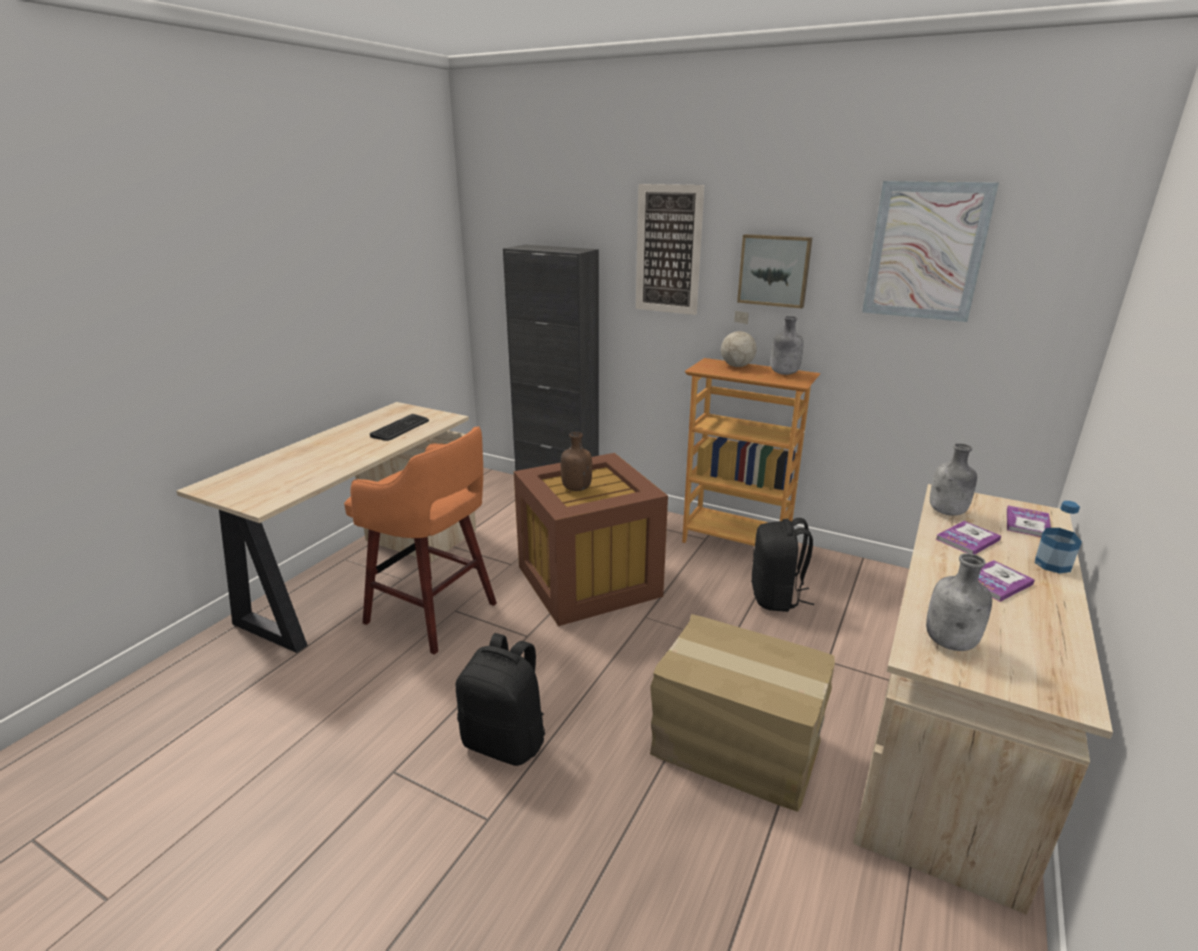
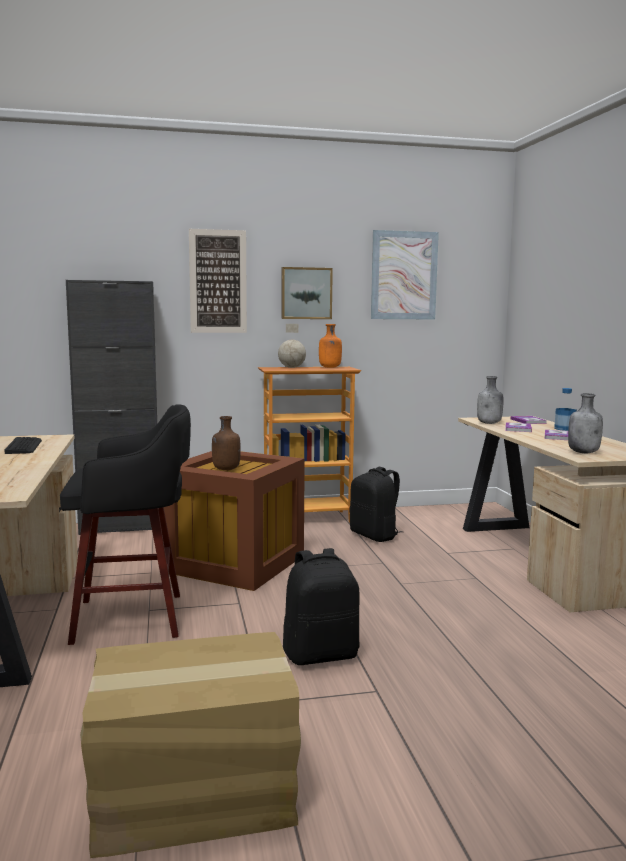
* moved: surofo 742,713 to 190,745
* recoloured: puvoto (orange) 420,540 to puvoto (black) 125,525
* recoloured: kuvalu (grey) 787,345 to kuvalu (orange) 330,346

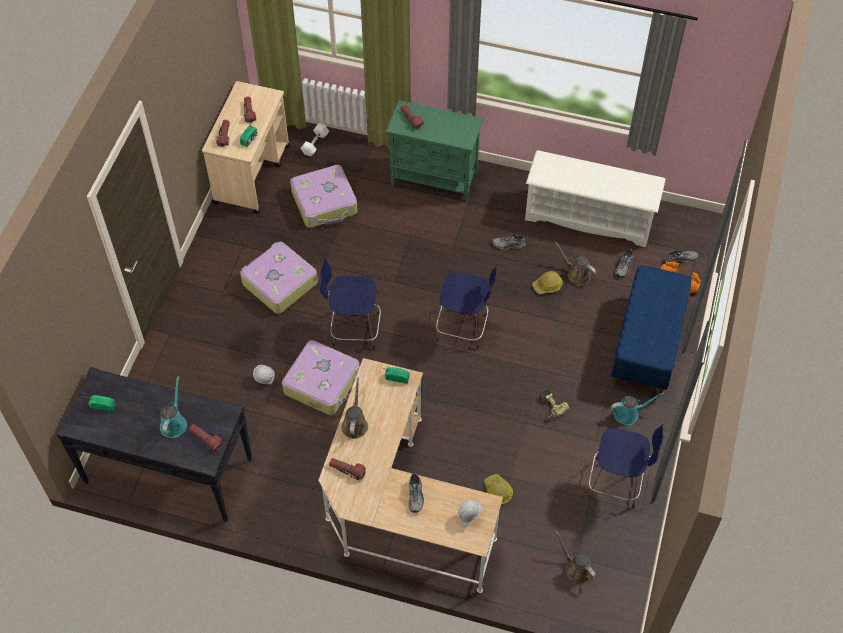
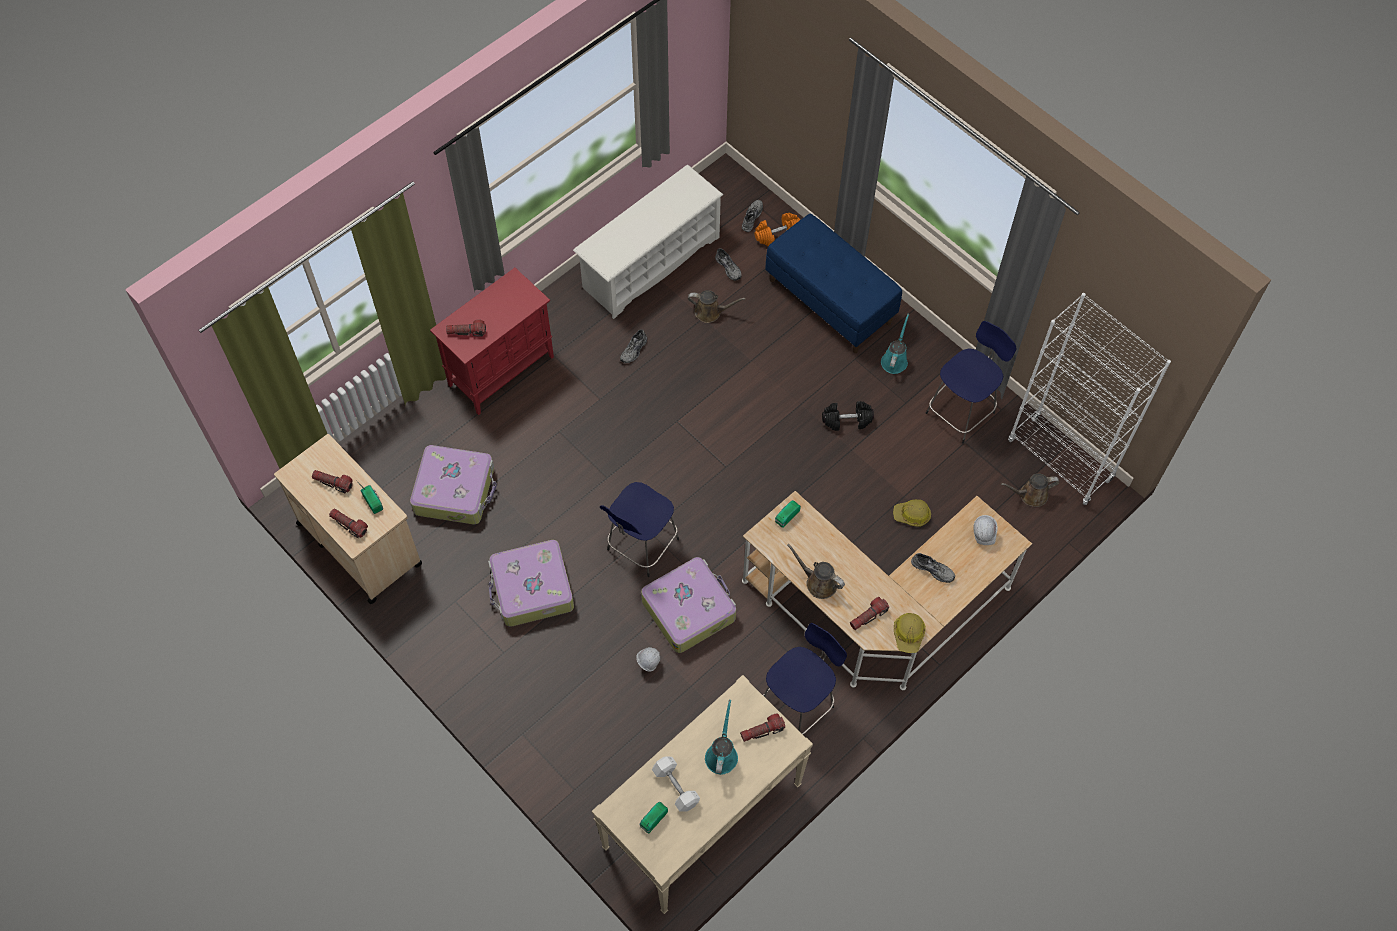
* added: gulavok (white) 1089,399
* moved: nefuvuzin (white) 314,140 to 676,784
* moved: puvoto (blue) 466,306 to 805,678
* moved: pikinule 547,282 to 910,633
* replaced: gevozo 554,405 to nefuvuzin (black) 848,416
* recoloured: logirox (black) 155,444 to logirox (beige) 702,794
* recoloured: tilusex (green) 434,151 to tilusex (red) 492,341
* turned: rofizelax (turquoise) 173,407 = 721,737 60 degrees clockwise
* turned: rofizelax (brown) 575,263 = 717,306 150 degrees counterclockwise

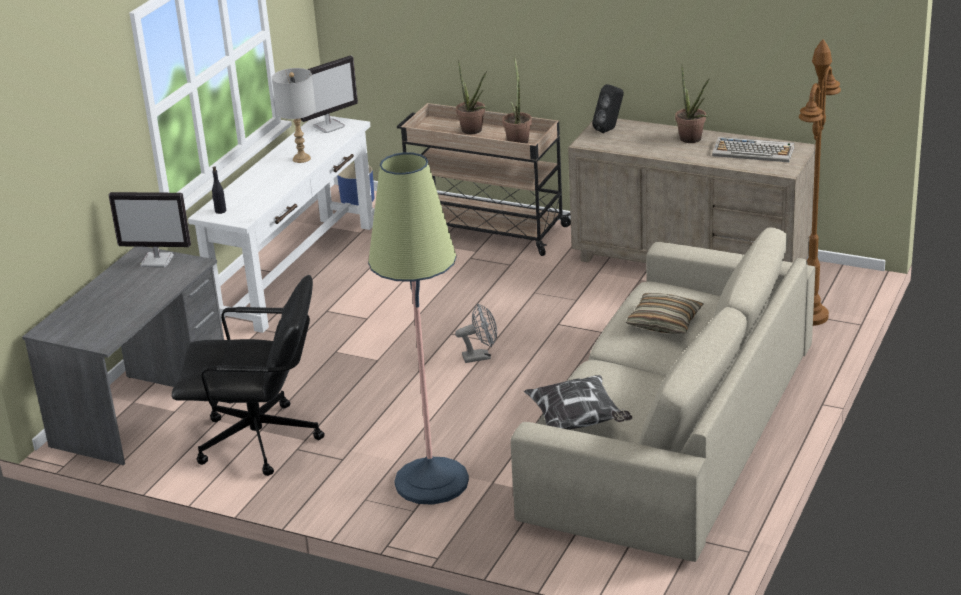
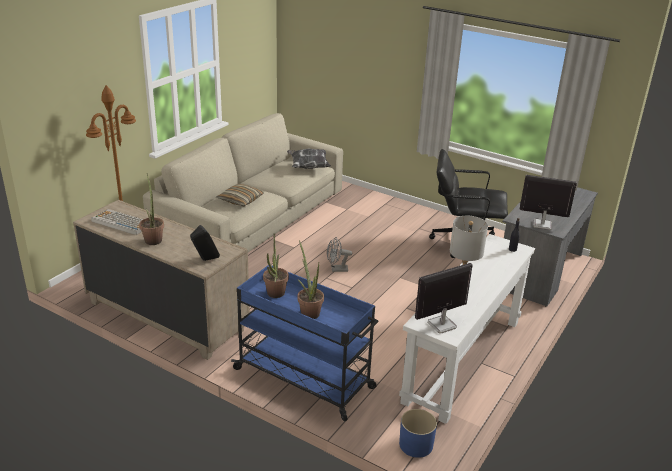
* removed: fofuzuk 418,328
* recoloured: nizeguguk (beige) 484,179 to nizeguguk (blue) 304,343

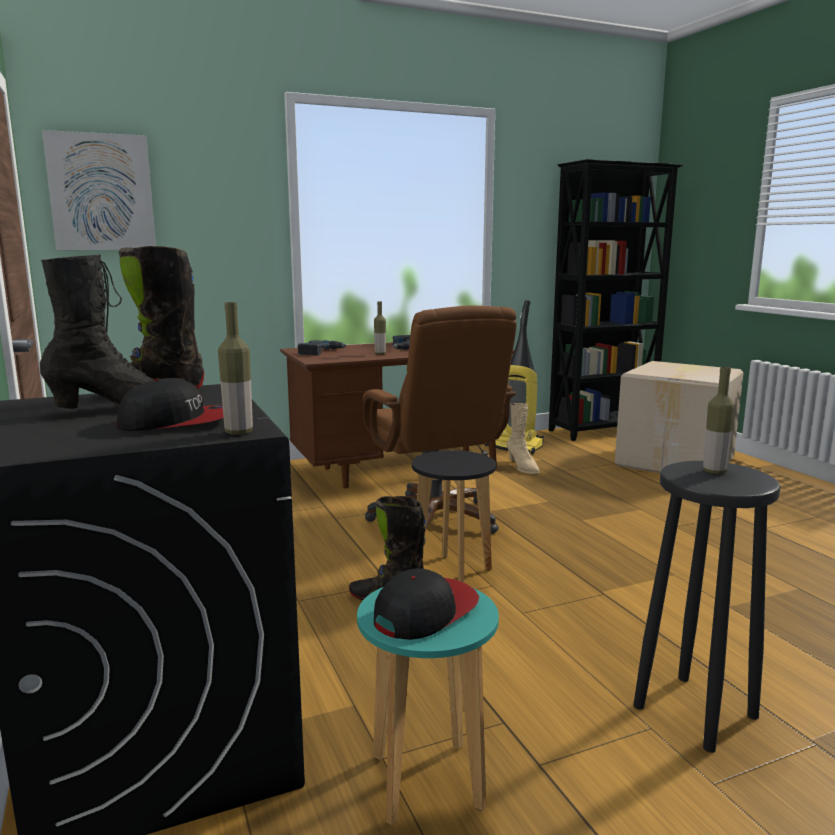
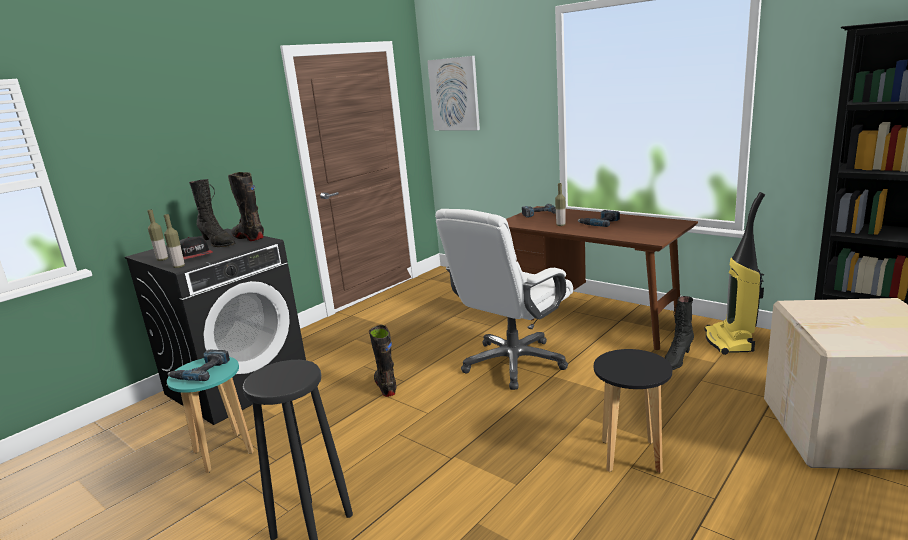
* moved: puvoto (black) 454,516 to 633,411
* moved: kuvalu 719,420 to 157,235
* replaced: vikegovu 426,604 to gevozo 199,365
* recoloured: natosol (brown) 440,425 to natosol (white) 504,299
* recoloured: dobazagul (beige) 523,438 to dobazagul (black) 679,333

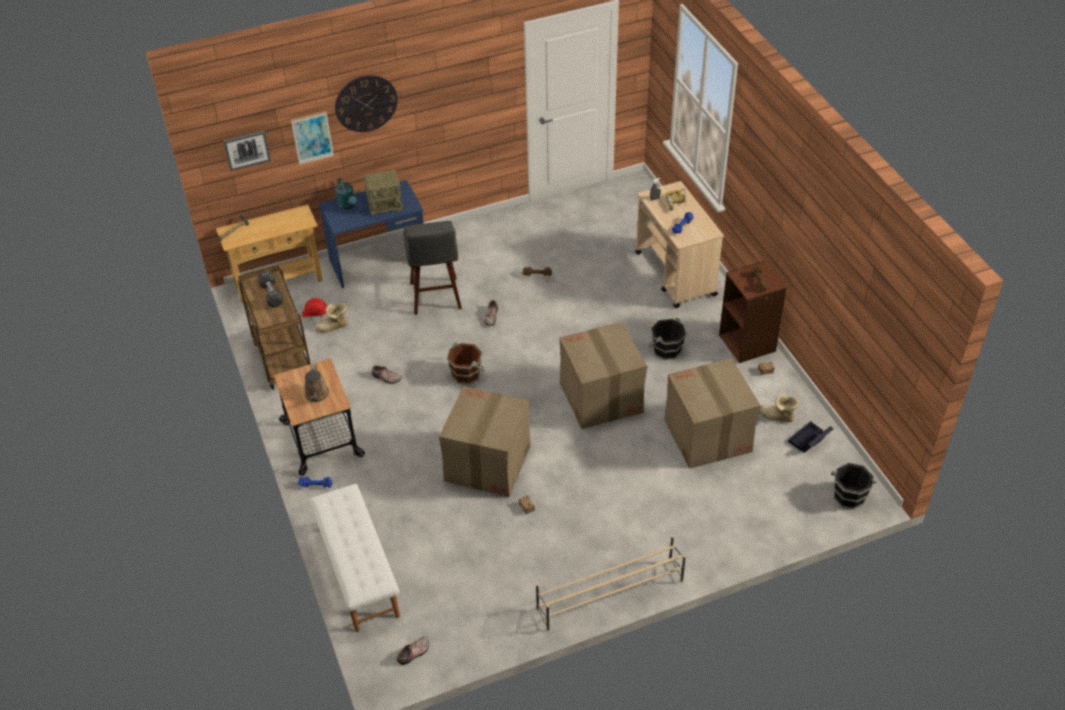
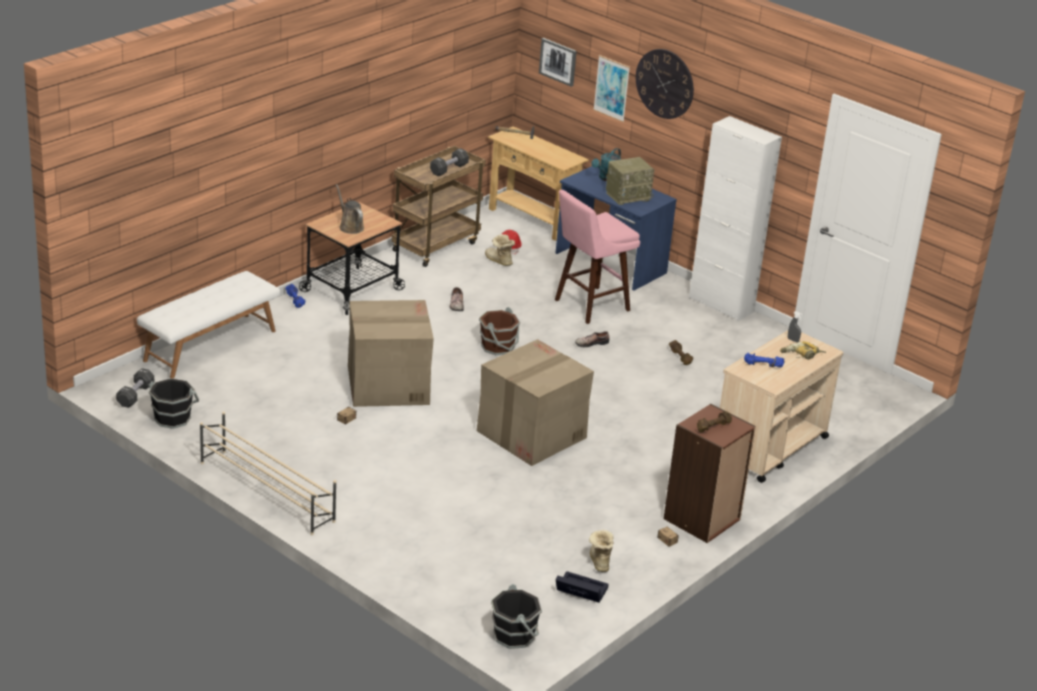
* removed: surofo 712,413
* added: tilusex (white) 735,218
* moved: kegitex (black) 668,339 to 174,403
* replaced: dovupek 413,650 to nefuvuzin (black) 135,388
* recoloured: puvoto (grey) 432,268 to puvoto (pink) 597,257
* turned: rofizelax (brown) 316,383 = 350,209 90 degrees clockwise
* turned: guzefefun 384,192 = 630,181 75 degrees counterclockwise

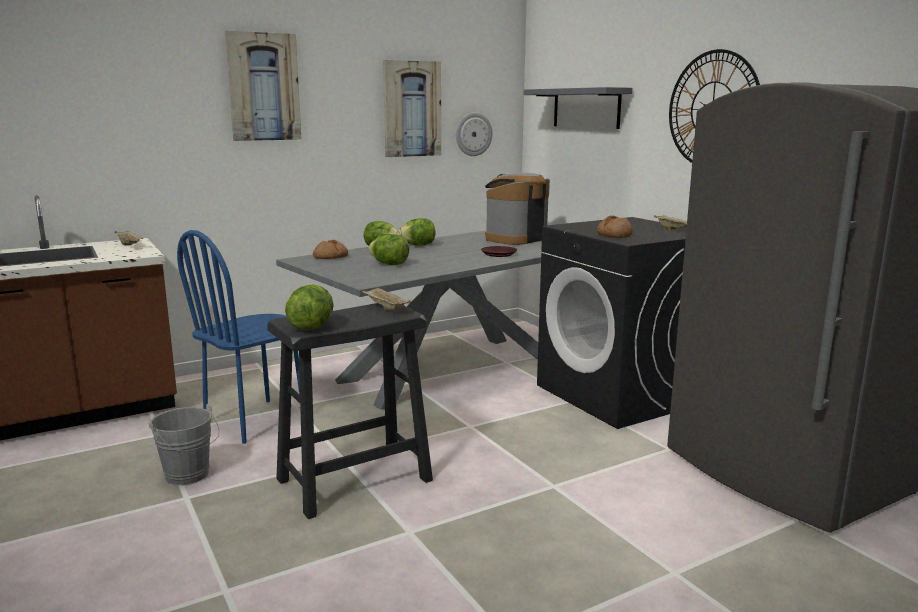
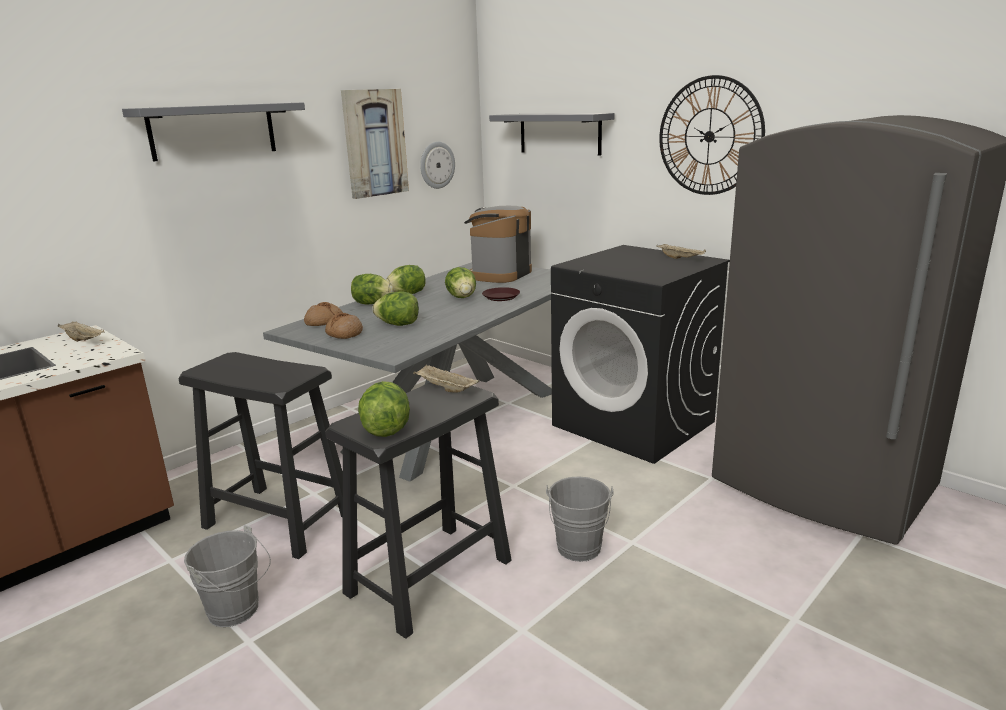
* added: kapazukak 460,282
* added: kegitex (grey) 580,519
* moved: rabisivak 615,226 to 344,326
* replaced: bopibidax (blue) 238,337 to puvoto (black) 260,455
* replaced: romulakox 263,85 to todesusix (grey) 213,131

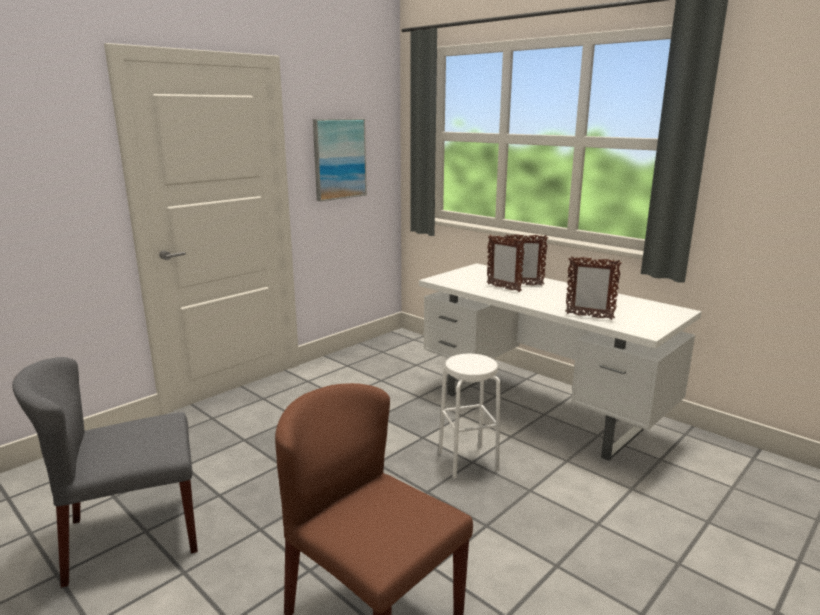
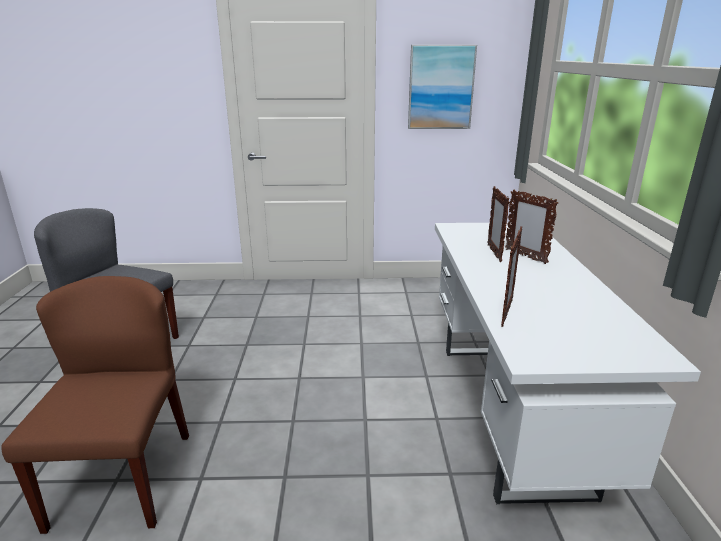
* removed: puvoto (white) 469,416
* turned: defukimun 593,288 = 511,276 135 degrees counterclockwise

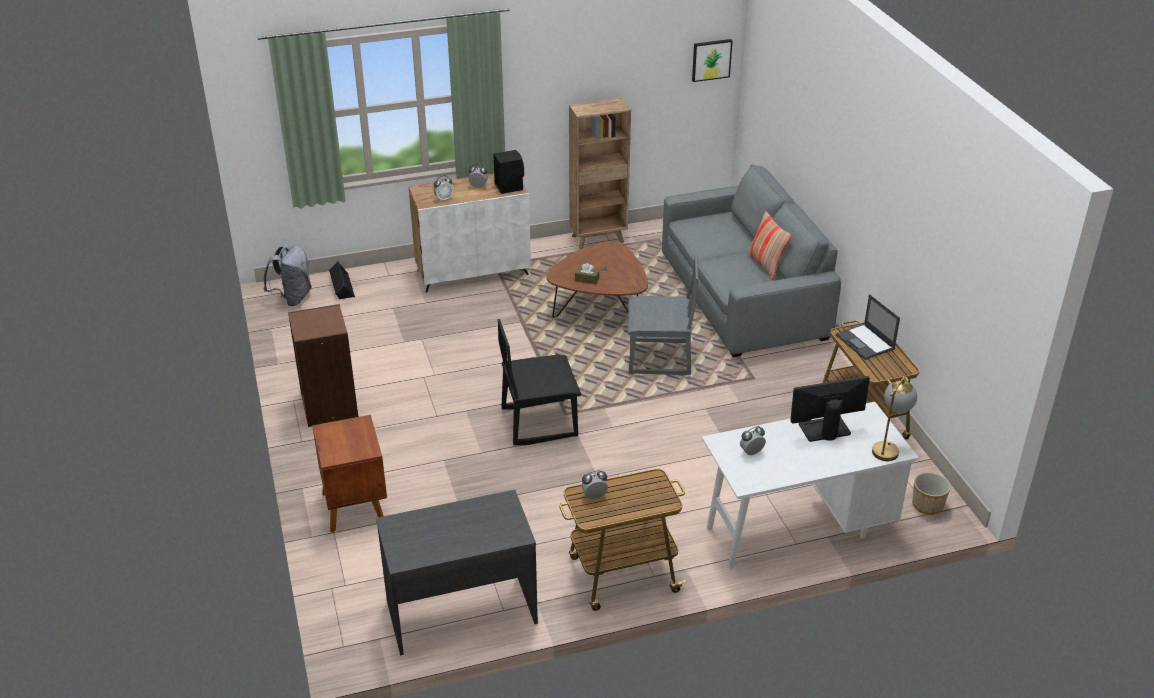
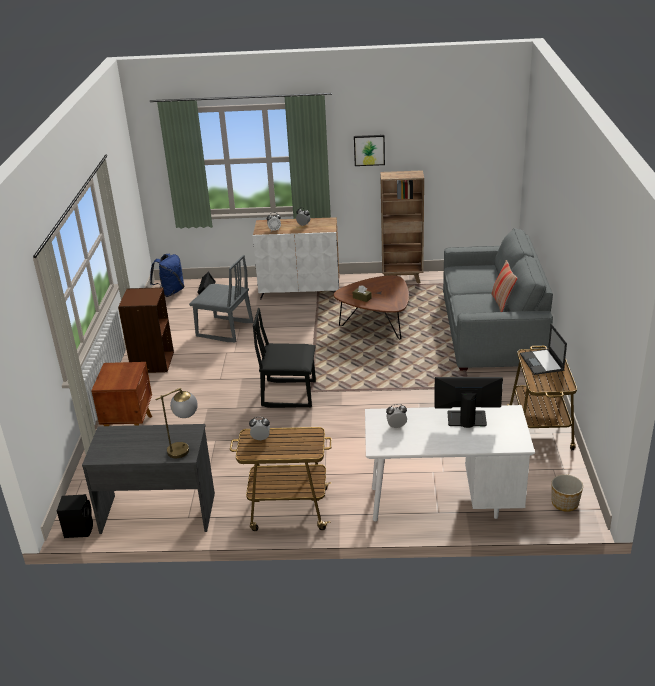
* moved: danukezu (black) 508,172 to 75,516
* moved: bopibidax (grey) 663,315 to 221,298
* moved: romulakox 712,60 to 369,150
* moved: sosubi 894,419 to 176,423
* recoloured: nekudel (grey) 288,275 to nekudel (blue) 167,275

